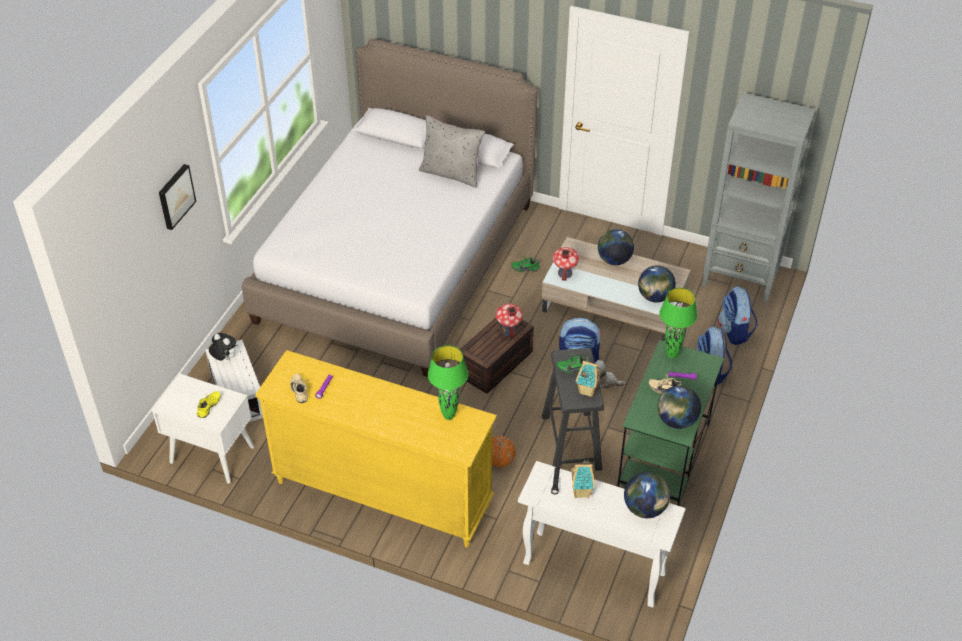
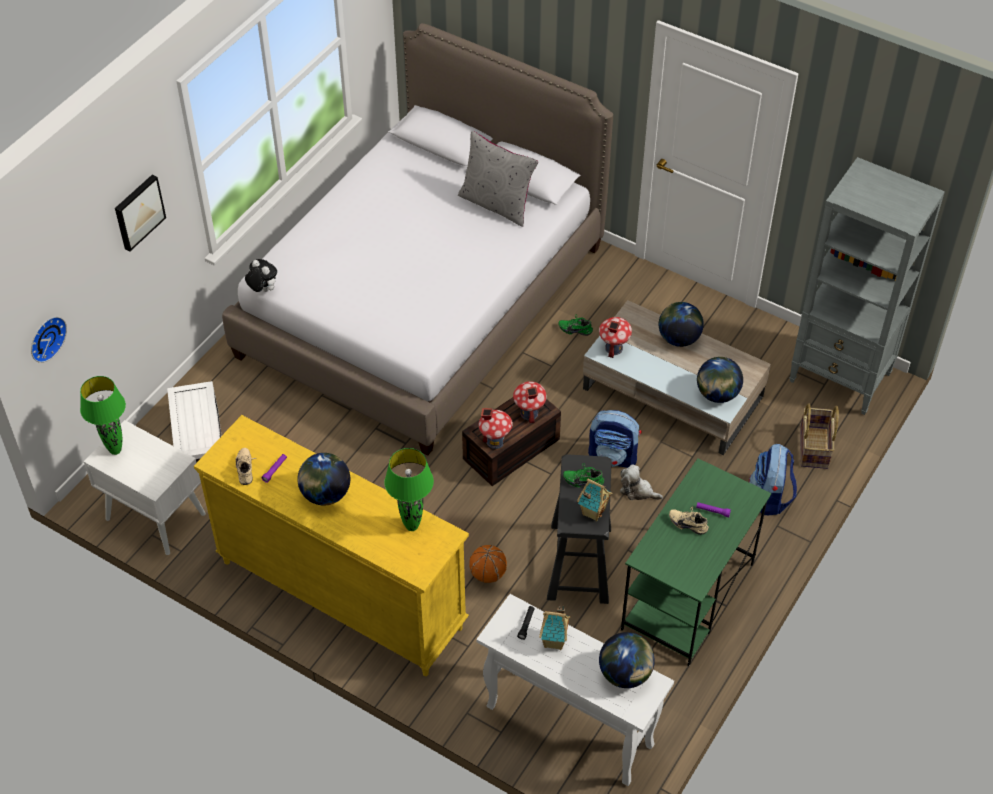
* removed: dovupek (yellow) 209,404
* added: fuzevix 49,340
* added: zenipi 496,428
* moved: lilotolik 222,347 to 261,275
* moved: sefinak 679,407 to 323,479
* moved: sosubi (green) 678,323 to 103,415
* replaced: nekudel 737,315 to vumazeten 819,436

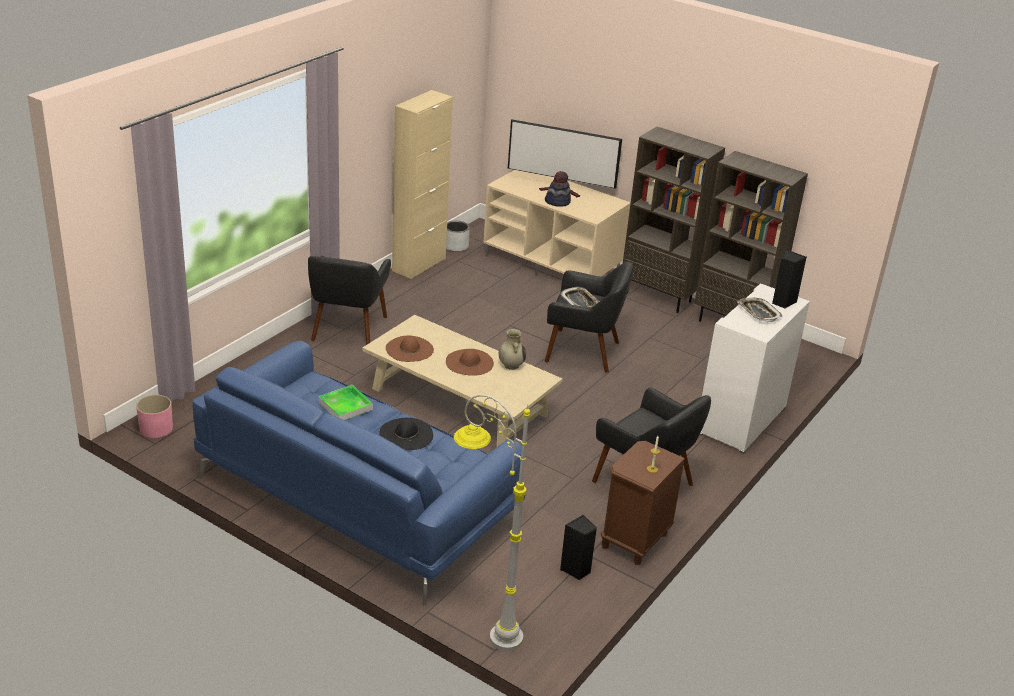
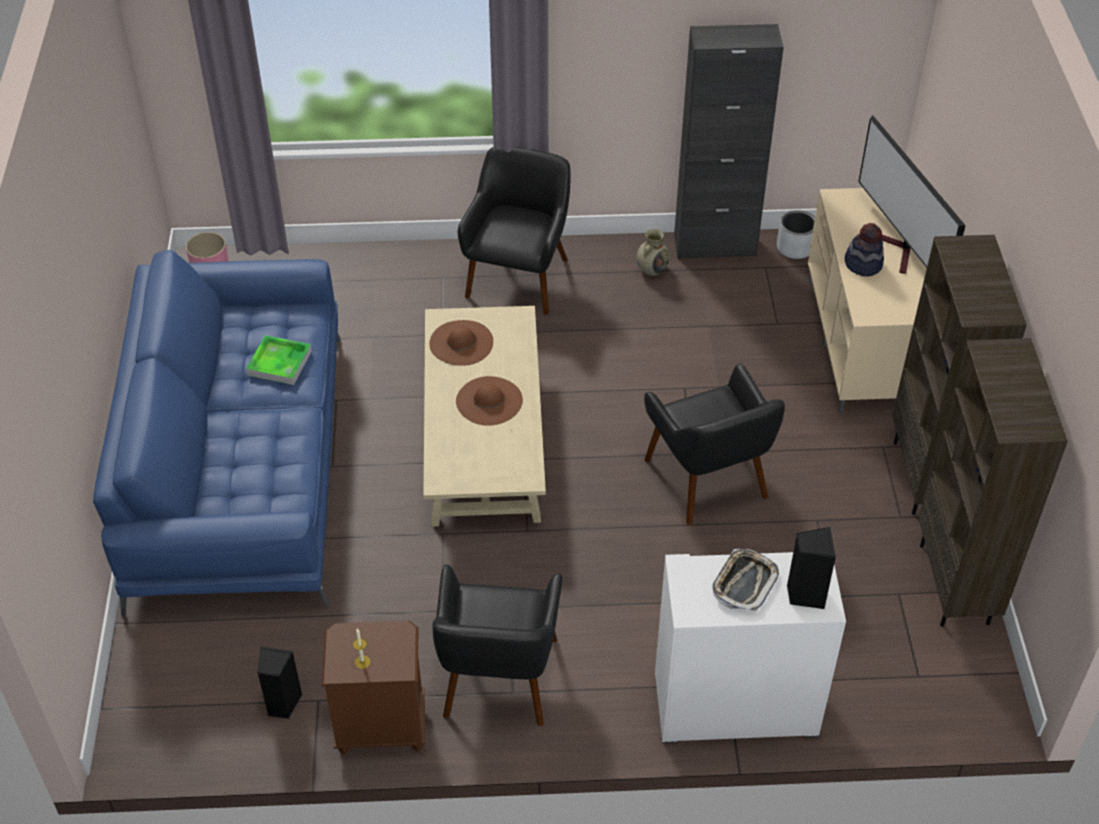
* removed: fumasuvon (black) 406,434
* removed: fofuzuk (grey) 492,523
* removed: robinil 579,297
* moved: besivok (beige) 512,349 to 653,252
* recoloured: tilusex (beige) 422,184 to tilusex (black) 729,141
* turned: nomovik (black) 349,300 = 514,231 135 degrees clockwise

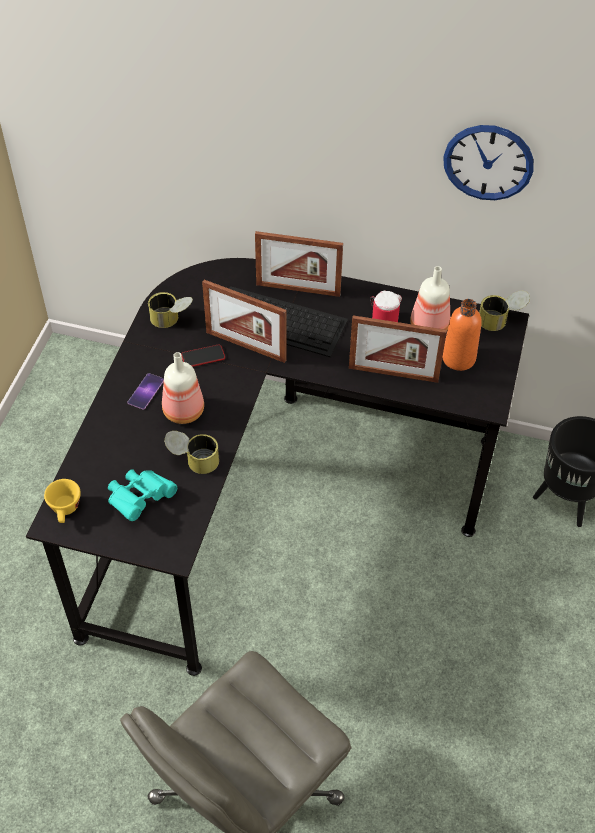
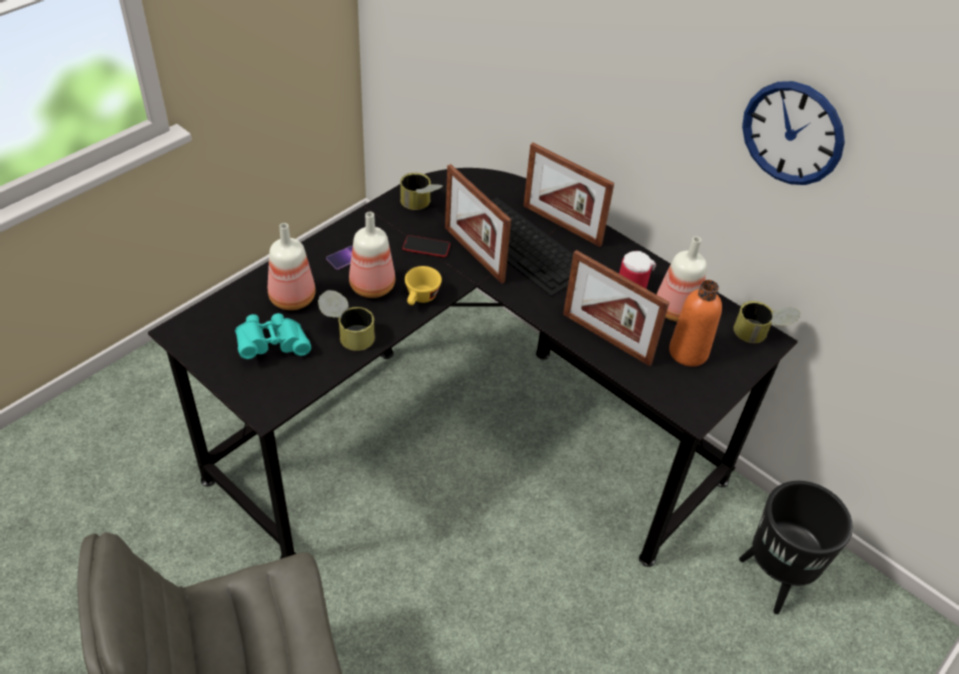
* added: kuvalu 292,266
* moved: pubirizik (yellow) 62,501 to 423,285

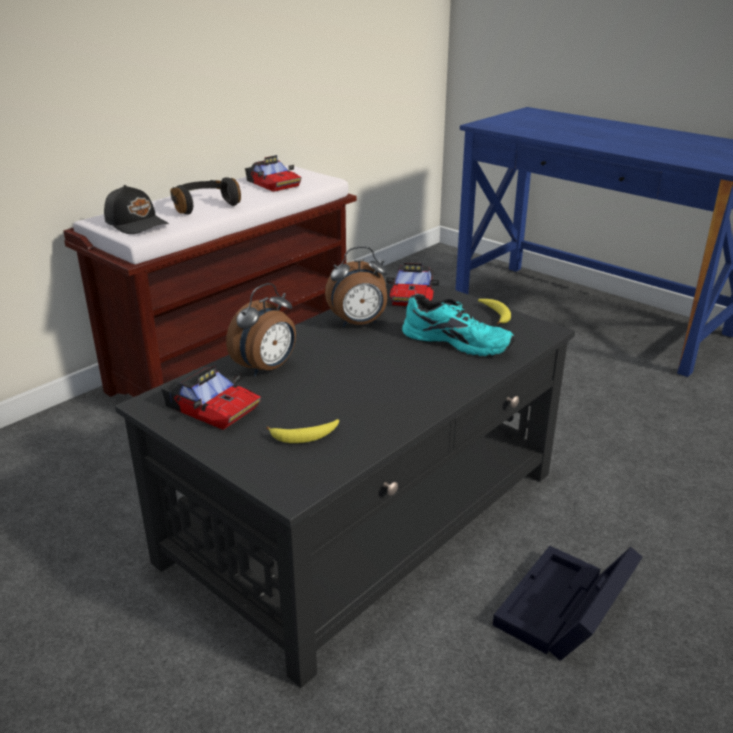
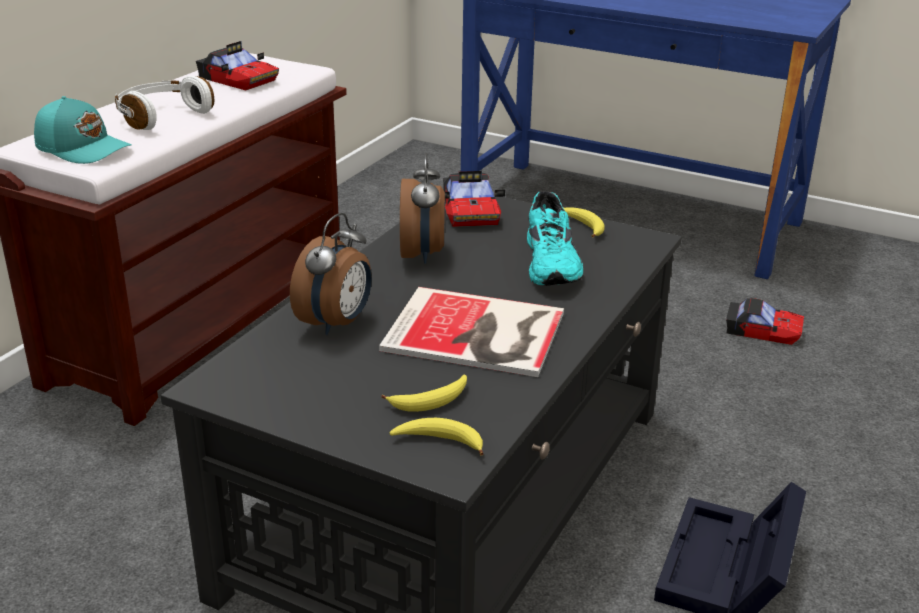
* added: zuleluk 471,332
* added: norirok 436,437
* moved: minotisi 211,398 to 765,321
* recoloured: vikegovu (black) 136,209 to vikegovu (turquoise) 83,130
* recoloured: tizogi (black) 205,195 to tizogi (white) 164,103
* turned: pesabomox 356,286 = 422,208 60 degrees counterclockwise
* turned: dovupek (turquoise) 458,325 = 555,238 75 degrees clockwise

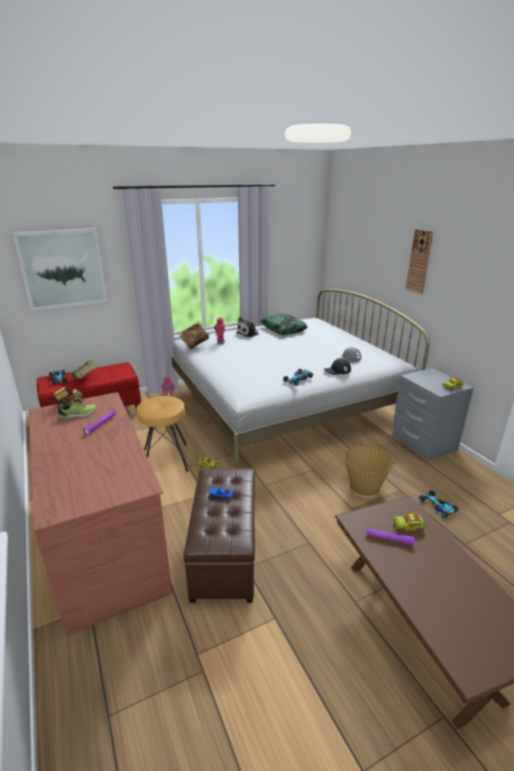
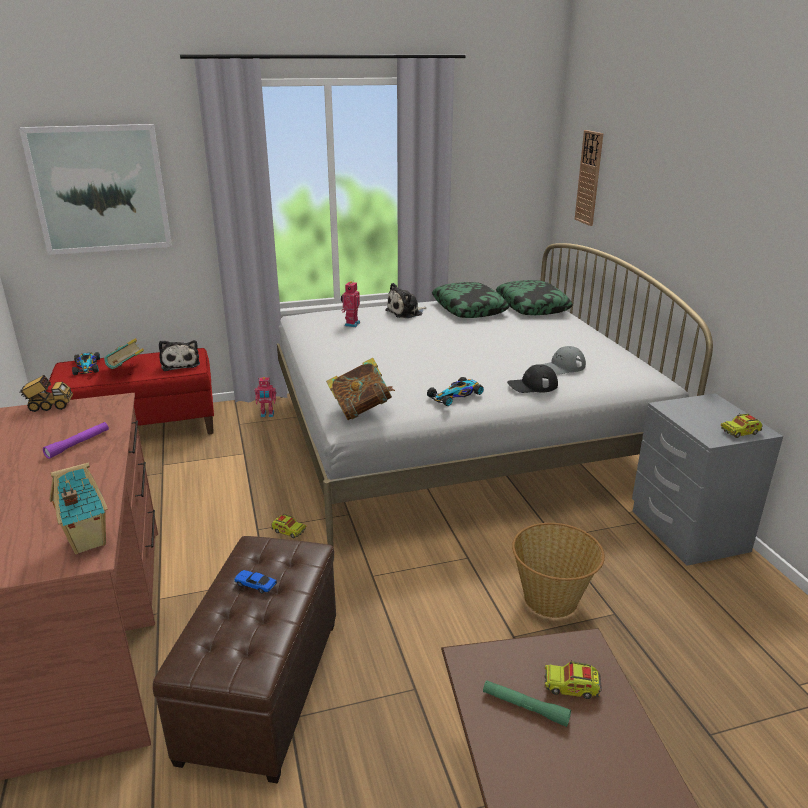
* removed: dovupek 77,410
* removed: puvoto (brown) 162,434
* removed: minotisi 438,504
* added: zenipi 79,508
* added: lilotolik 179,355
* added: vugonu 534,297
* moved: zuleluk 194,335 to 360,389
* moved: fuzevix 420,261 to 589,178
* recoloured: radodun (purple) 390,537 to radodun (green) 527,703

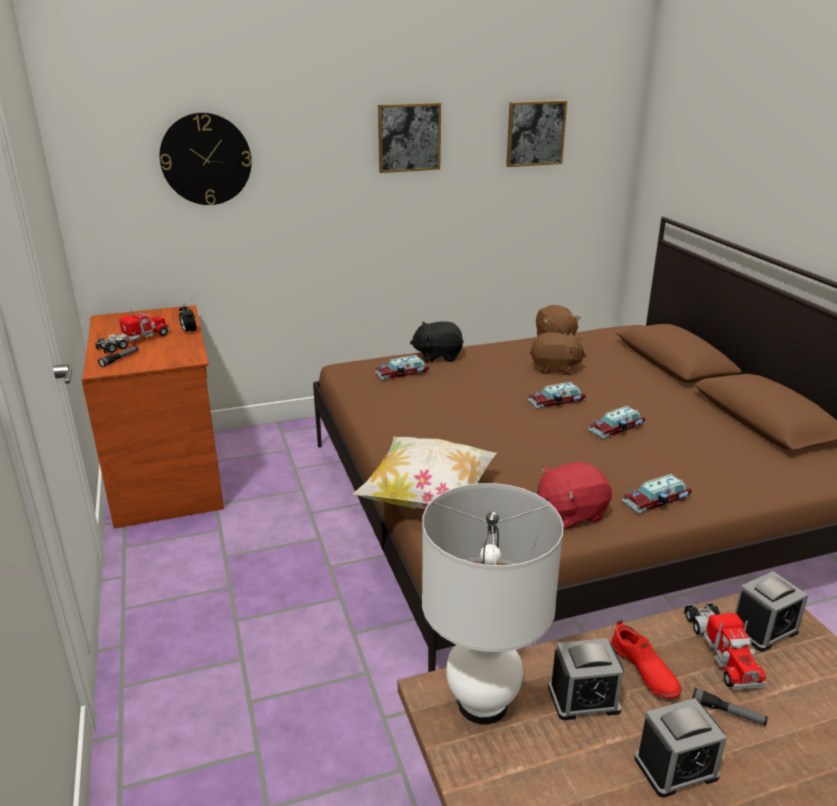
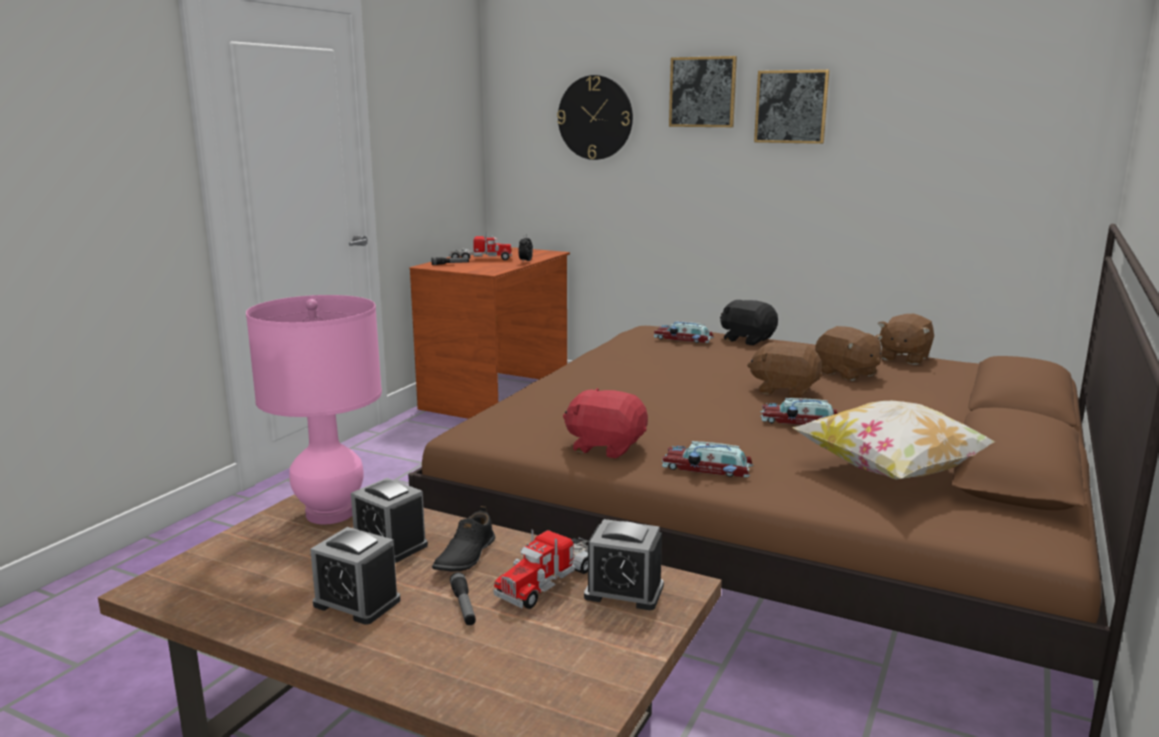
* moved: vugonu 425,472 to 893,440
* moved: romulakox 536,133 to 703,91
* replaced: minotisi 557,395 to lilotolik (brown) 784,370
* recoloured: sosubi (white) 493,603 to sosubi (pink) 314,410
* recoloured: dovupek (red) 646,659 to dovupek (black) 463,539

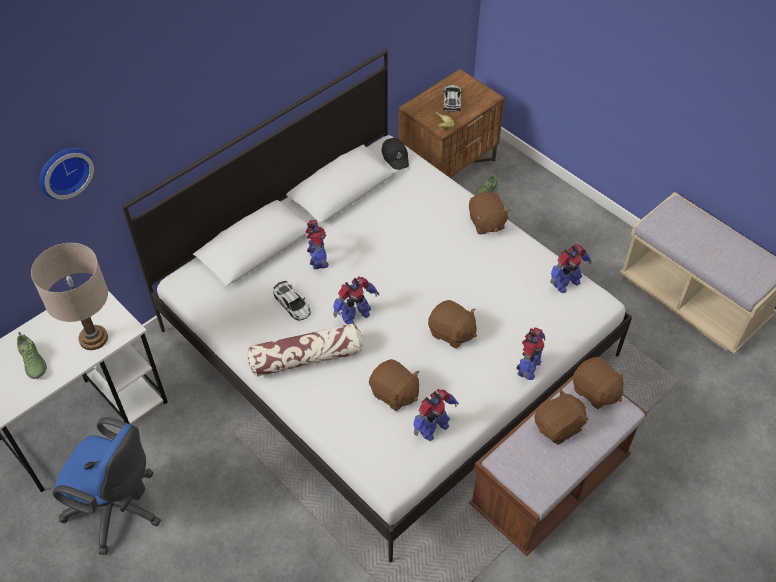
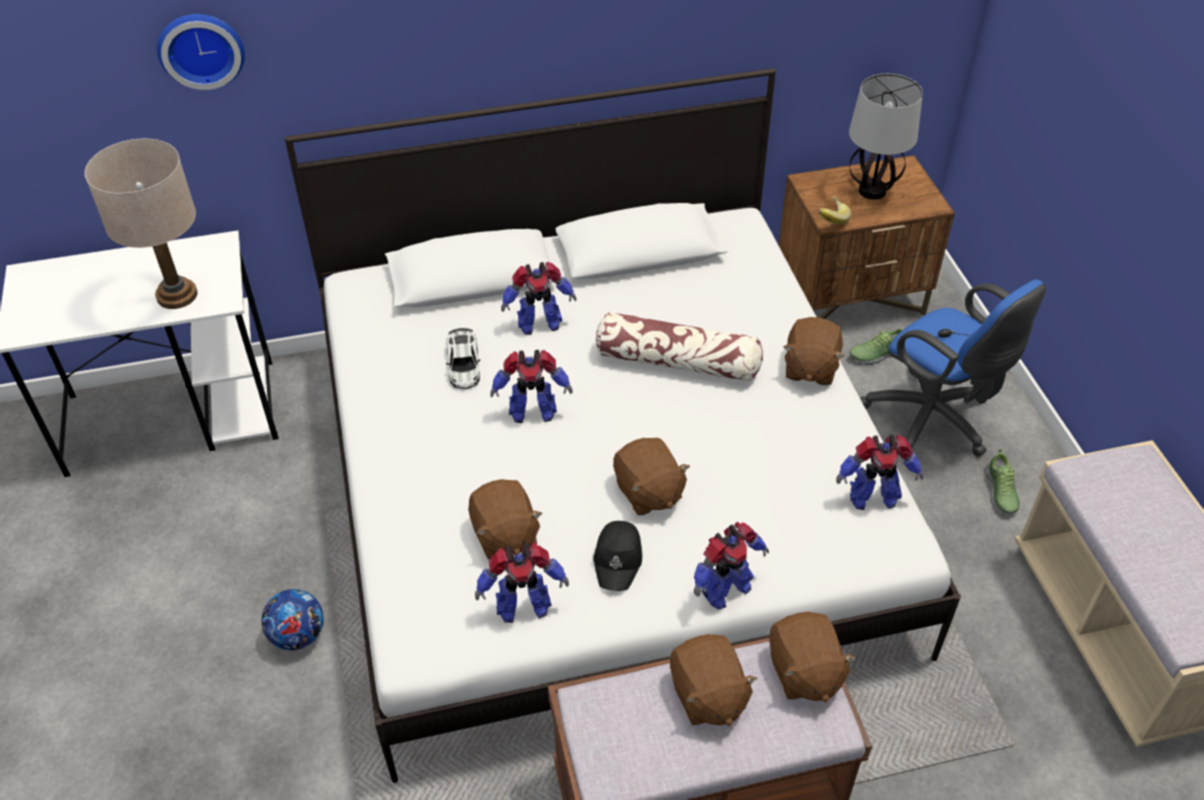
* added: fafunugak 292,619
* moved: dovupek 32,355 to 1002,482
* moved: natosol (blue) 107,486 to 953,368
* moved: vugonu 305,350 to 679,347
* moved: vikegovu (black) 395,154 to 617,556
* replaced: minotisi 452,98 to sosubi 886,137
* turned: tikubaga 317,244 = 539,298 60 degrees clockwise
* turned: lilotolik (brown) 561,417 = 713,680 75 degrees clockwise

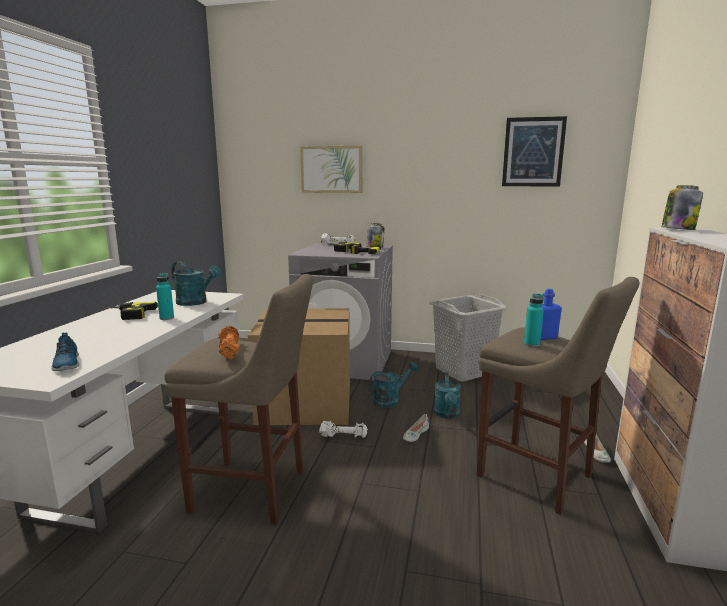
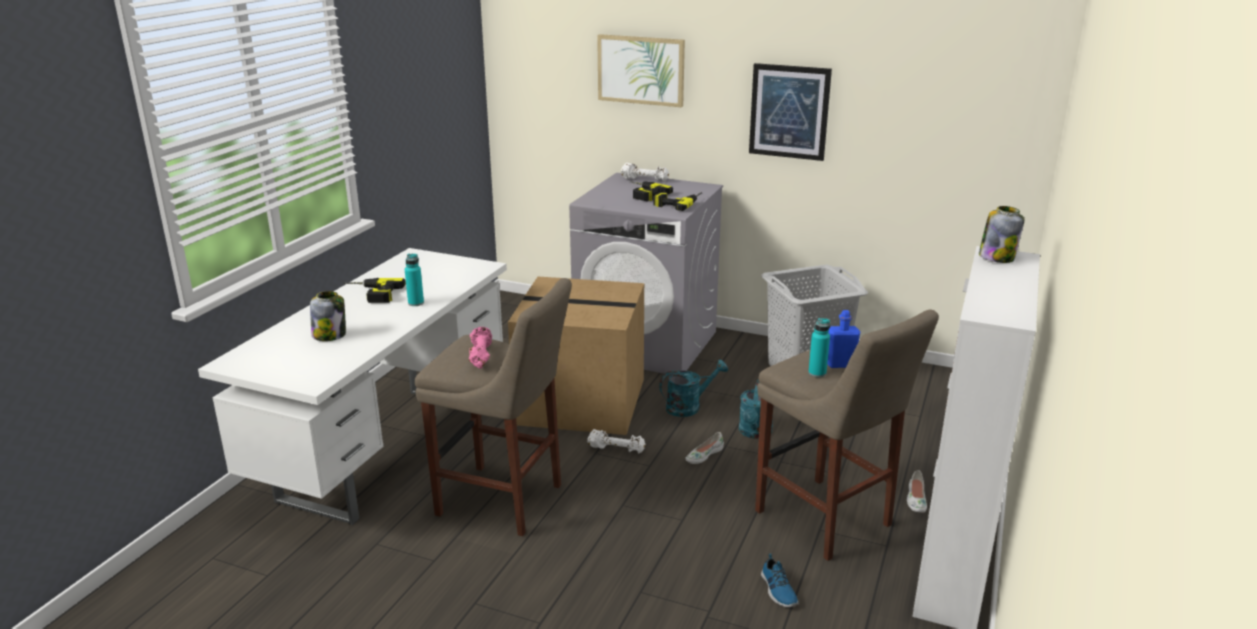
* removed: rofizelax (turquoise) 196,283
* moved: dovupek 65,351 to 780,580
* moved: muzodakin 375,235 to 328,316
* moved: romulakox 534,151 to 790,112
* recoloured: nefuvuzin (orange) 229,343 to nefuvuzin (pink) 480,348

